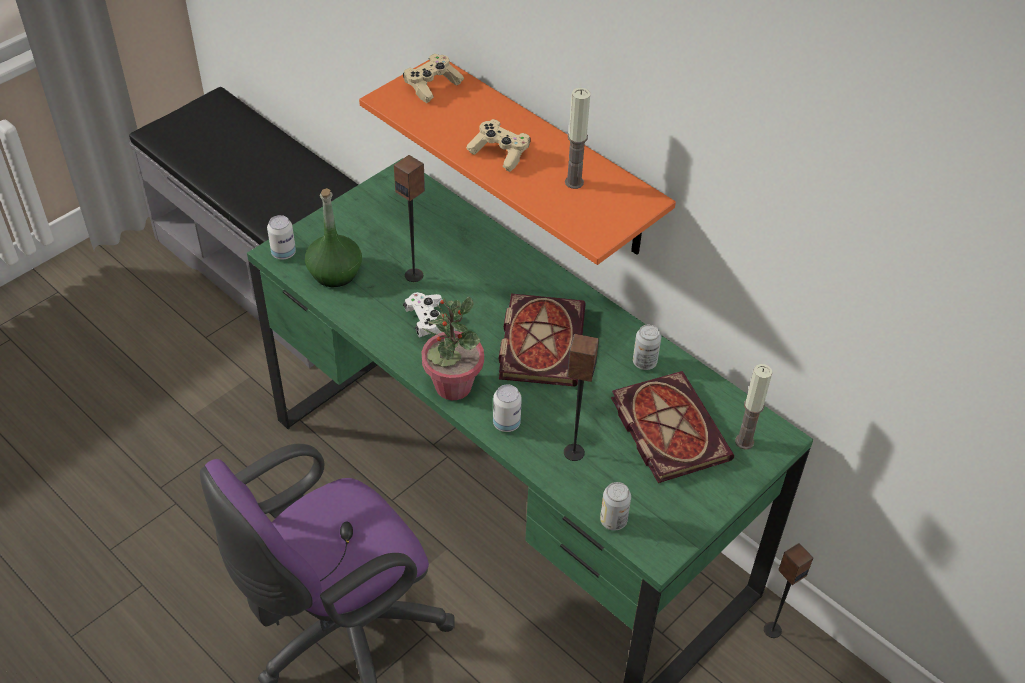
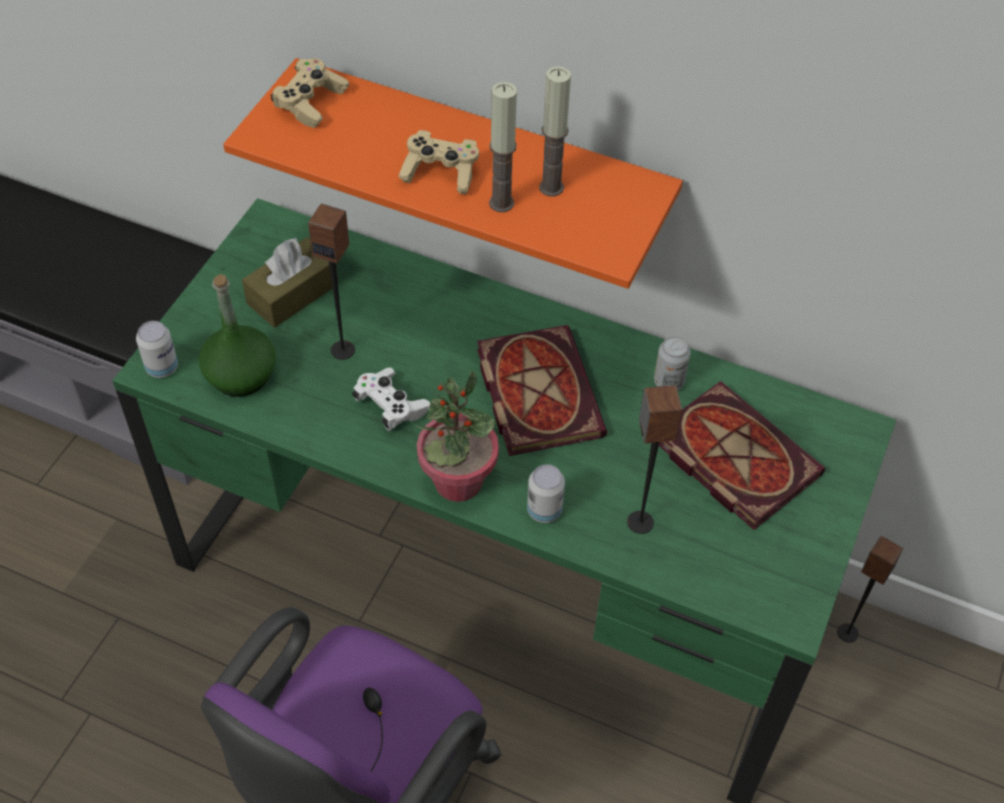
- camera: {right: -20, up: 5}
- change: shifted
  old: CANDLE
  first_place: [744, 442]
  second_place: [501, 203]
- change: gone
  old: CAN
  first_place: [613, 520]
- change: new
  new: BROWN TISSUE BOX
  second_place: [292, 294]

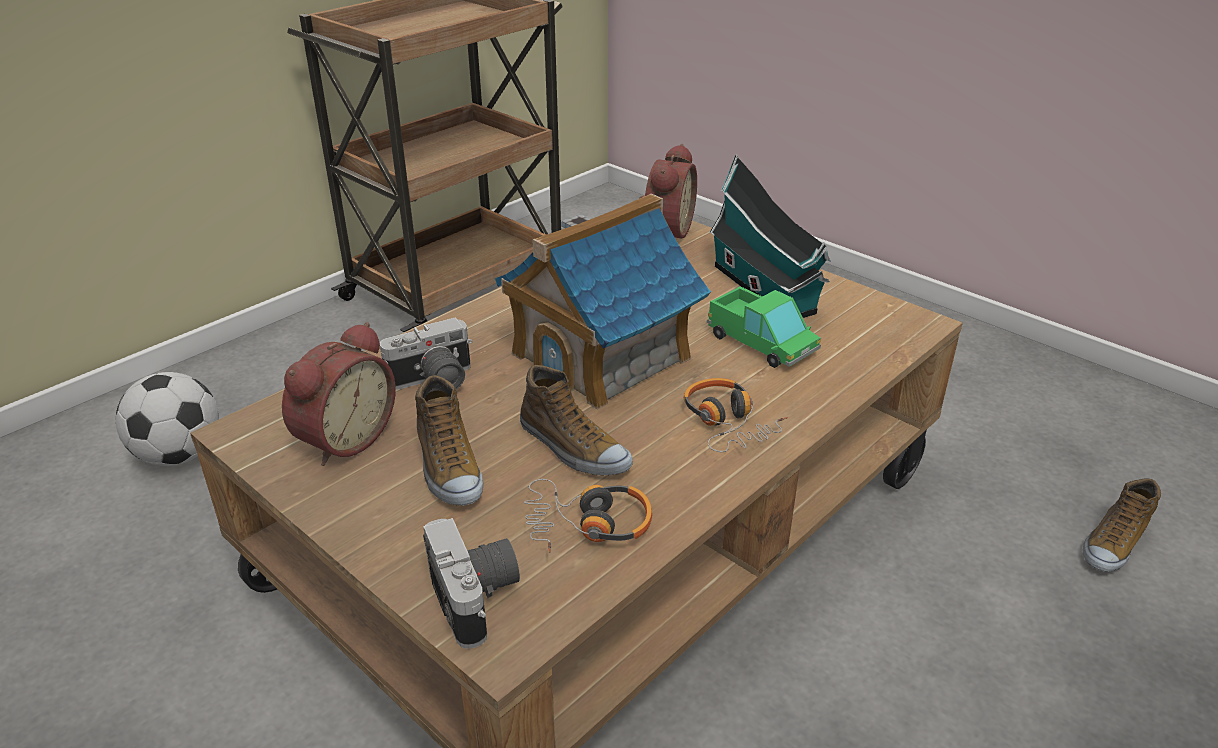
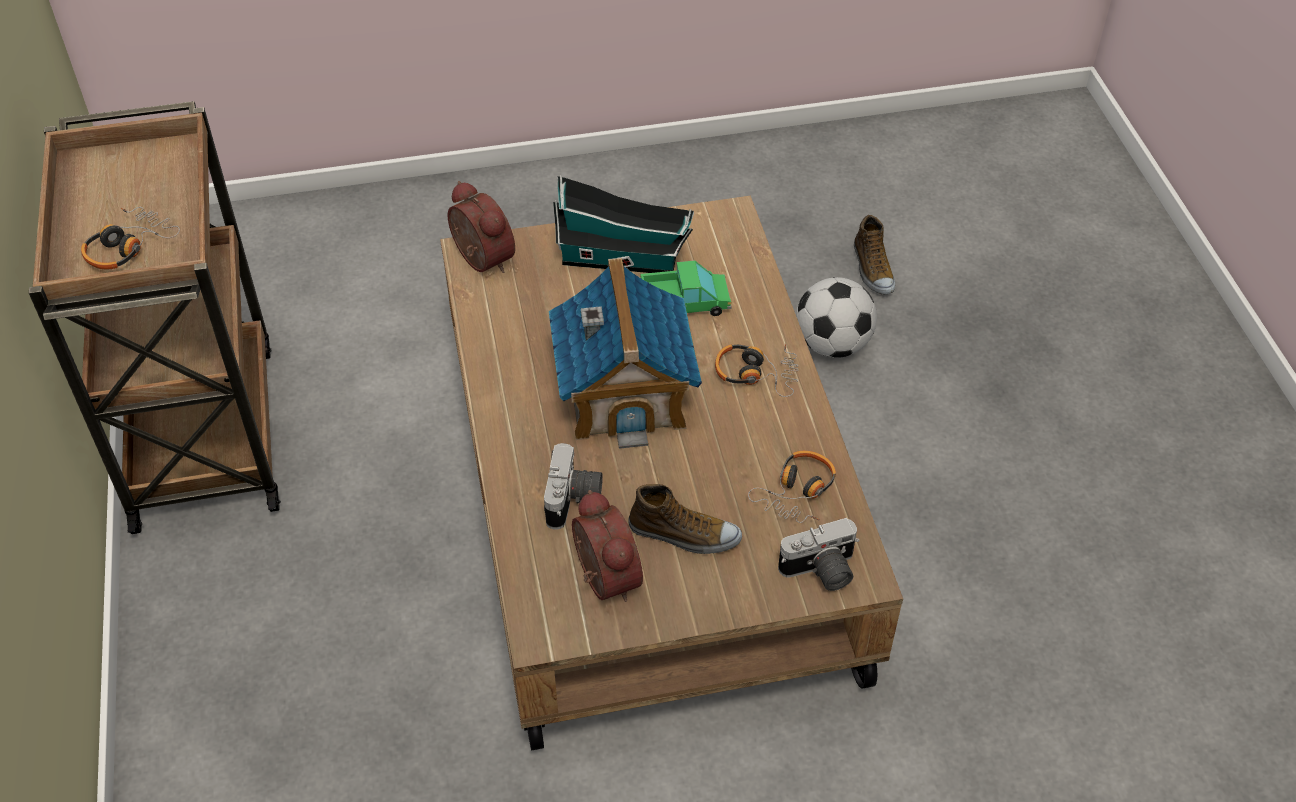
- camera: {right: -55, up: 15}
- change: gone
  old: SHOE
  first_place: [573, 448]
- change: shifted
  old: FOOTBALL
  first_place: [180, 455]
  second_place: [832, 344]
- change: rotated
  old: PHOTO CAMERA
  first_place: [479, 598]
  second_place: [820, 572]
  degrees: 150
- change: new
  new: HEADPHONES
  second_place: [128, 246]

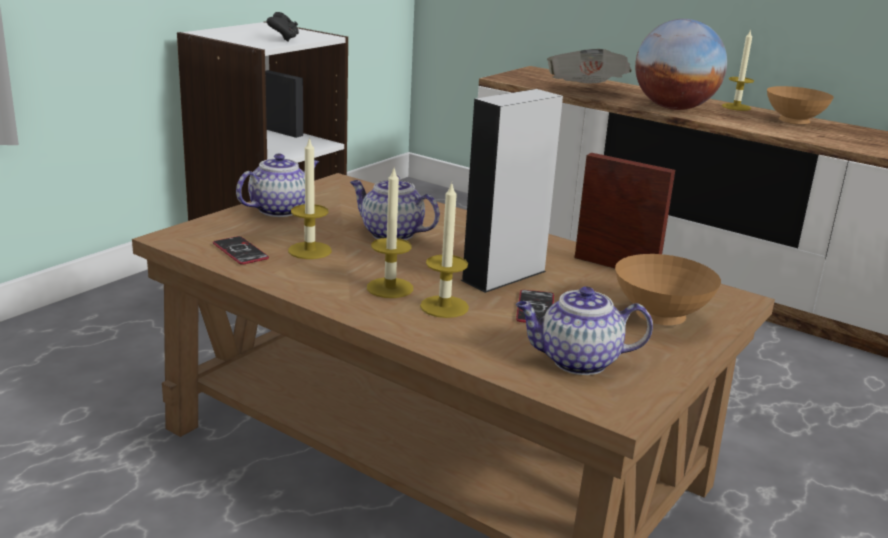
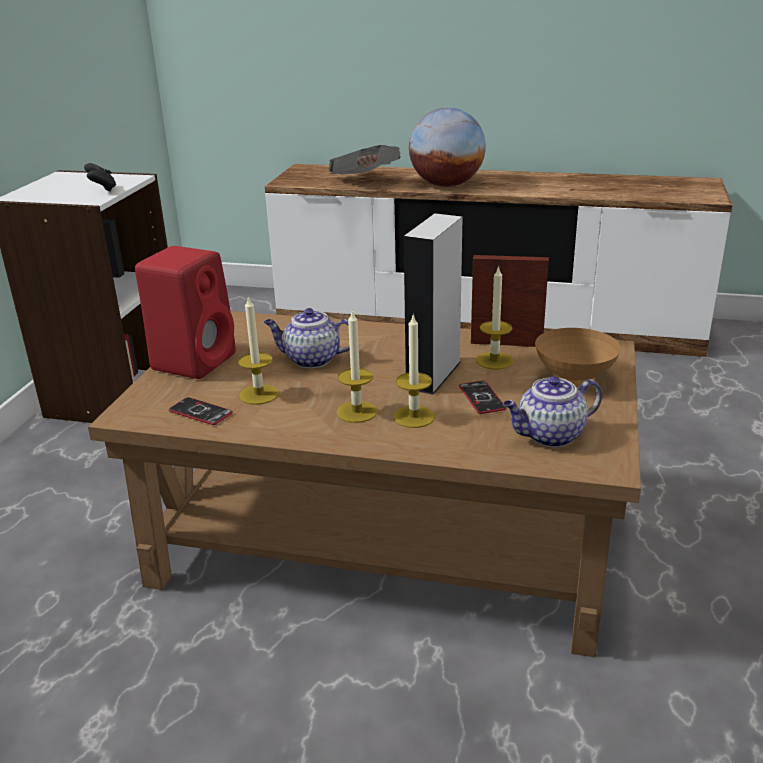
- camera: {right: -20, up: 5}
- change: shifted
  old: CANDLE
  first_place: [736, 107]
  second_place: [494, 360]
- change: gone
  old: BROWN BOWL
  first_place: [792, 123]
- change: swapped
  old: TEAPOT
  new: RED SPEAKER
  first_place: [280, 210]
  second_place: [195, 360]

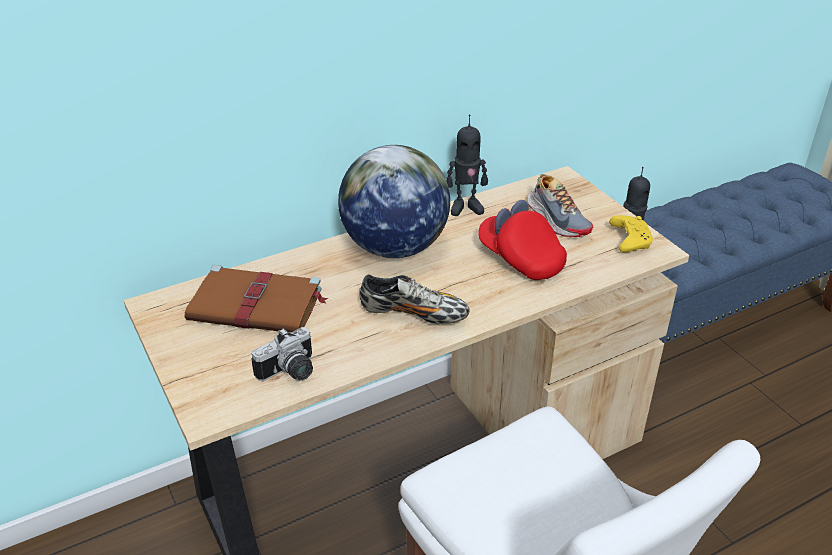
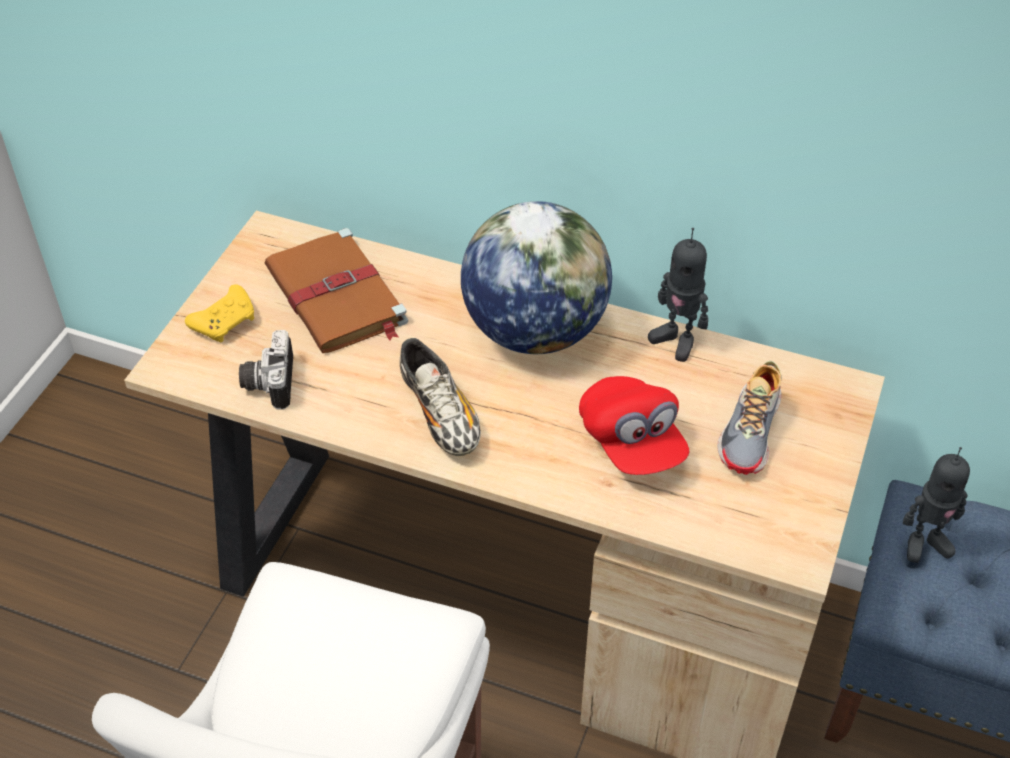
- camera: {right: 50, up: 10}
- change: rotated
  old: RED CAP
  first_place: [520, 259]
  second_place: [631, 443]
  degrees: 150
- change: shifted
  old: YELLOW GAME CONTROLLER
  first_place: [629, 240]
  second_place: [226, 322]
- change: rotated
  old: PHOTO CAMERA
  first_place: [290, 372]
  second_place: [268, 383]
  degrees: 75

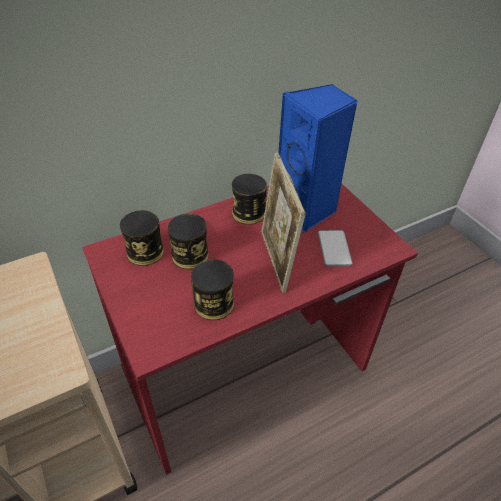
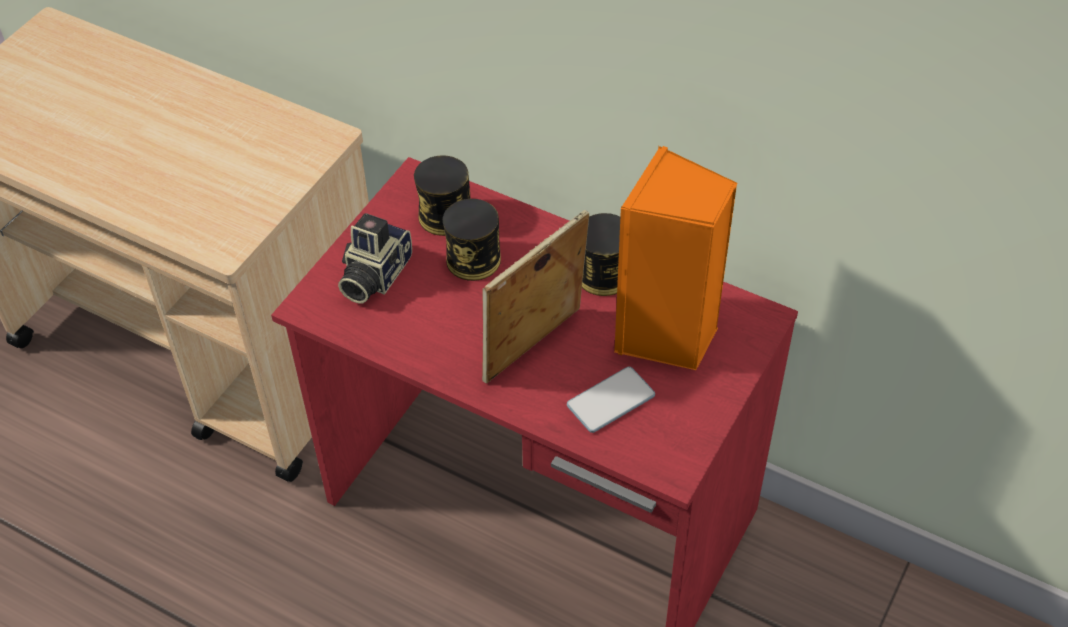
- camera: {right: 60, up: 5}
- change: repainted
  old: BLUE SPEAKER
  new: ORANGE SPEAKER
  first_place: [307, 211]
  second_place: [667, 336]
- change: gone
  old: CAN
  first_place: [214, 303]
- change: new
  new: PHOTO CAMERA
  second_place: [373, 275]

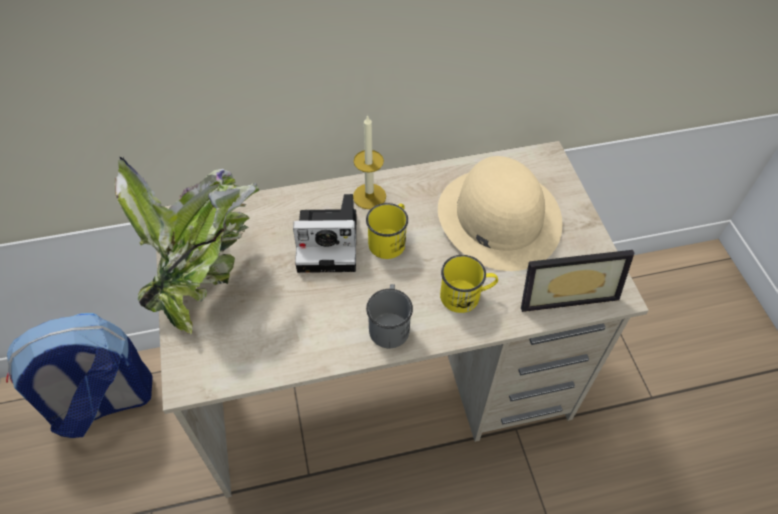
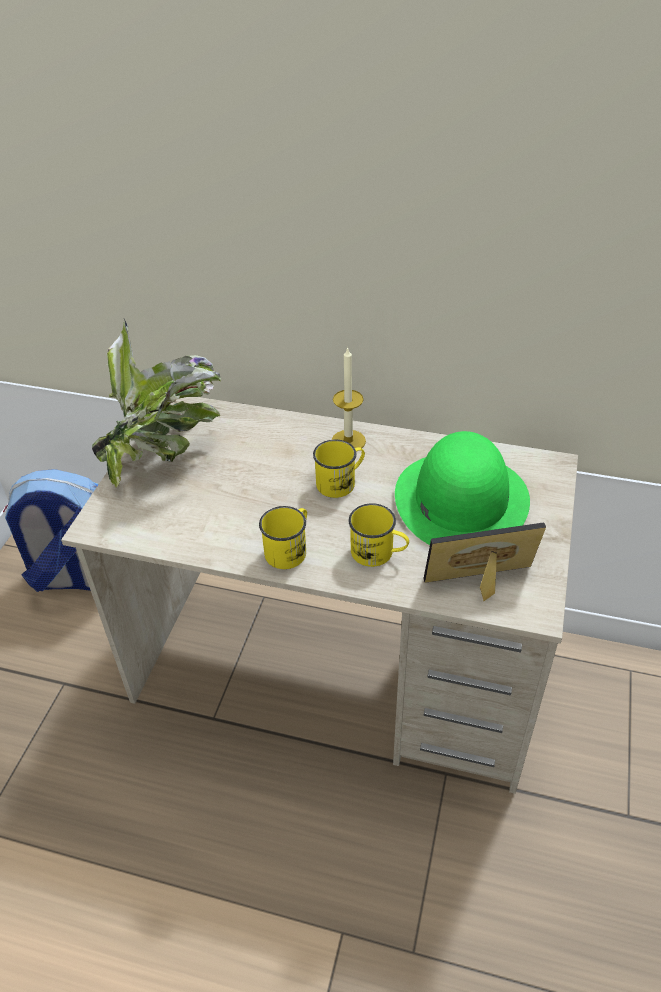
- camera: {right: 30, up: -10}
- change: repainted
  old: BEIGE HAT
  new: GREEN HAT
  first_place: [498, 217]
  second_place: [460, 499]
- change: gone
  old: PHOTO CAMERA
  first_place: [331, 242]
- change: rotated
  old: PICTURE FRAME
  first_place: [565, 290]
  second_place: [482, 586]
  degrees: 150
- change: repainted
  old: GREY MUG
  new: YELLOW MUG
  first_place: [389, 324]
  second_place: [289, 549]

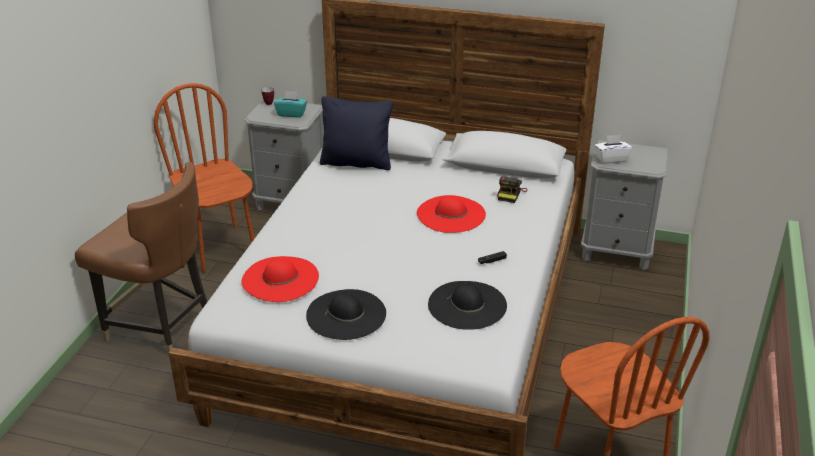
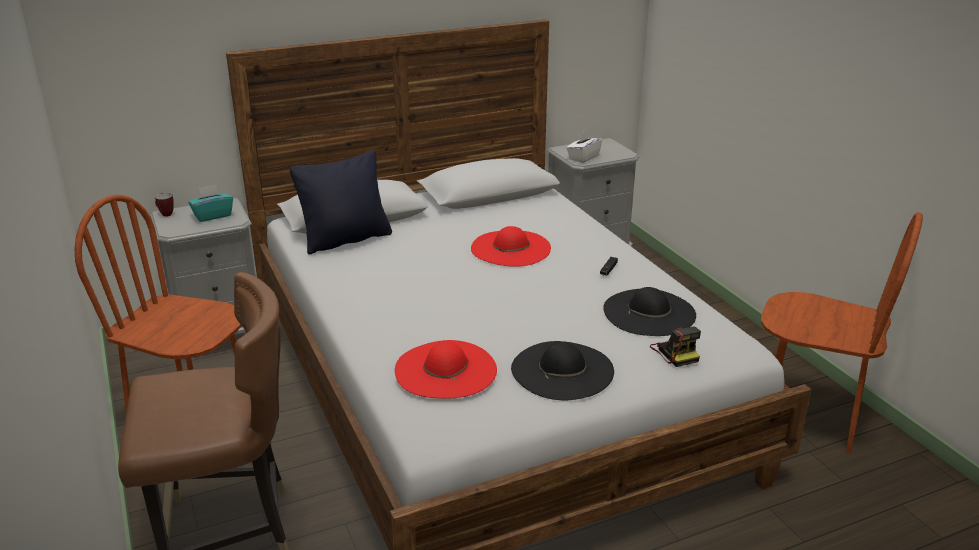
- camera: {right: -40, up: -5}
- change: shifted
  old: PHOTO CAMERA
  first_place: [510, 194]
  second_place: [675, 352]

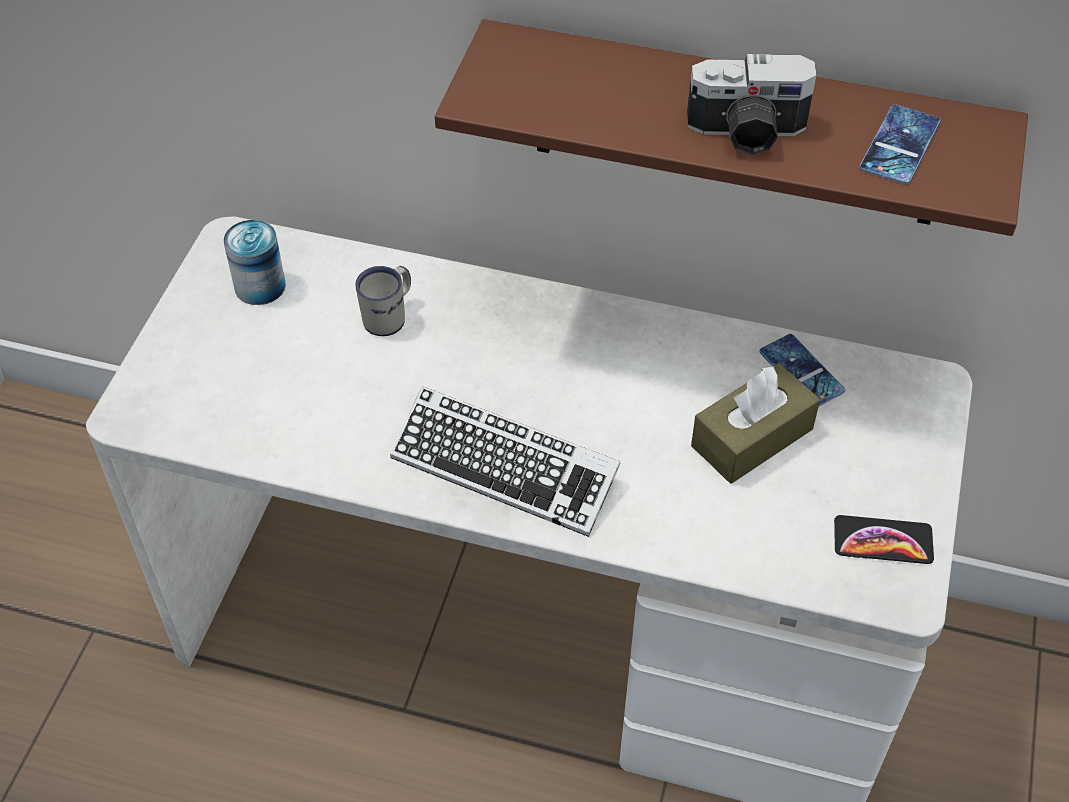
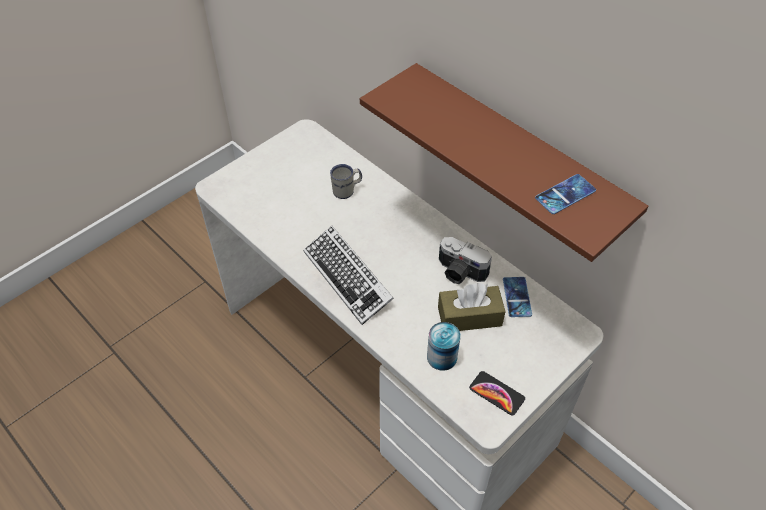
- camera: {right: 30, up: 0}
- change: shifted
  old: PHOTO CAMERA
  first_place: [747, 133]
  second_place: [459, 272]
- change: shifted
  old: CAN
  first_place: [260, 286]
  second_place: [442, 357]

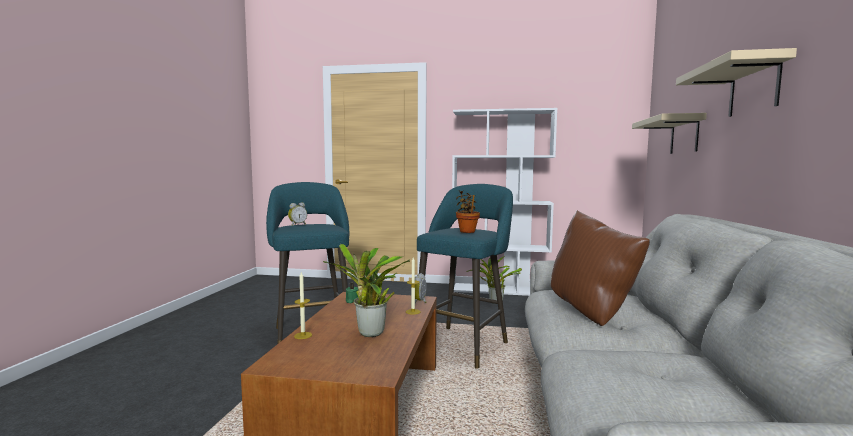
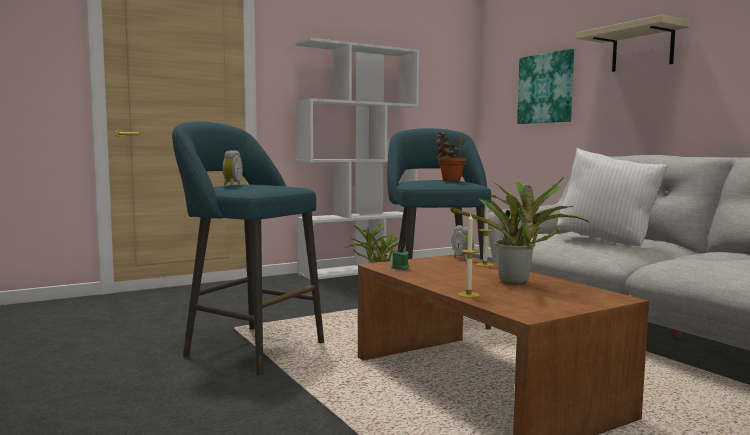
- camera: {right: -40, up: 0}
- change: swapped
  old: BEIGE SHELF
  new: PICTURE
  first_place: [684, 135]
  second_place: [546, 88]
- change: repainted
  old: BROWN PILLOW
  new: WHITE PILLOW
  first_place: [592, 313]
  second_place: [607, 241]

